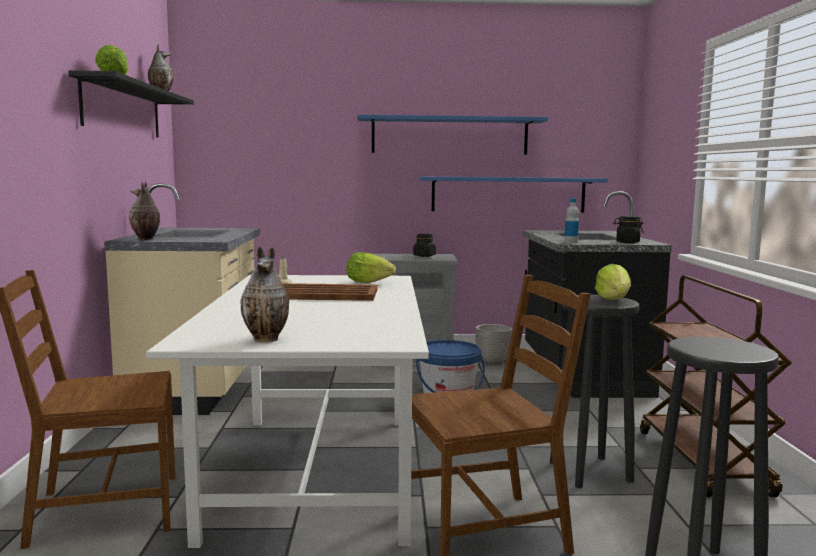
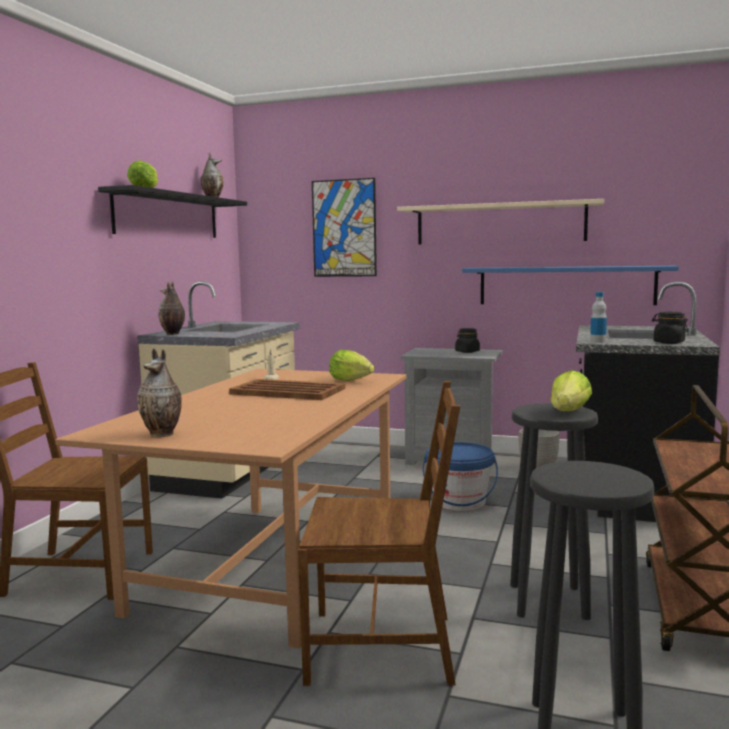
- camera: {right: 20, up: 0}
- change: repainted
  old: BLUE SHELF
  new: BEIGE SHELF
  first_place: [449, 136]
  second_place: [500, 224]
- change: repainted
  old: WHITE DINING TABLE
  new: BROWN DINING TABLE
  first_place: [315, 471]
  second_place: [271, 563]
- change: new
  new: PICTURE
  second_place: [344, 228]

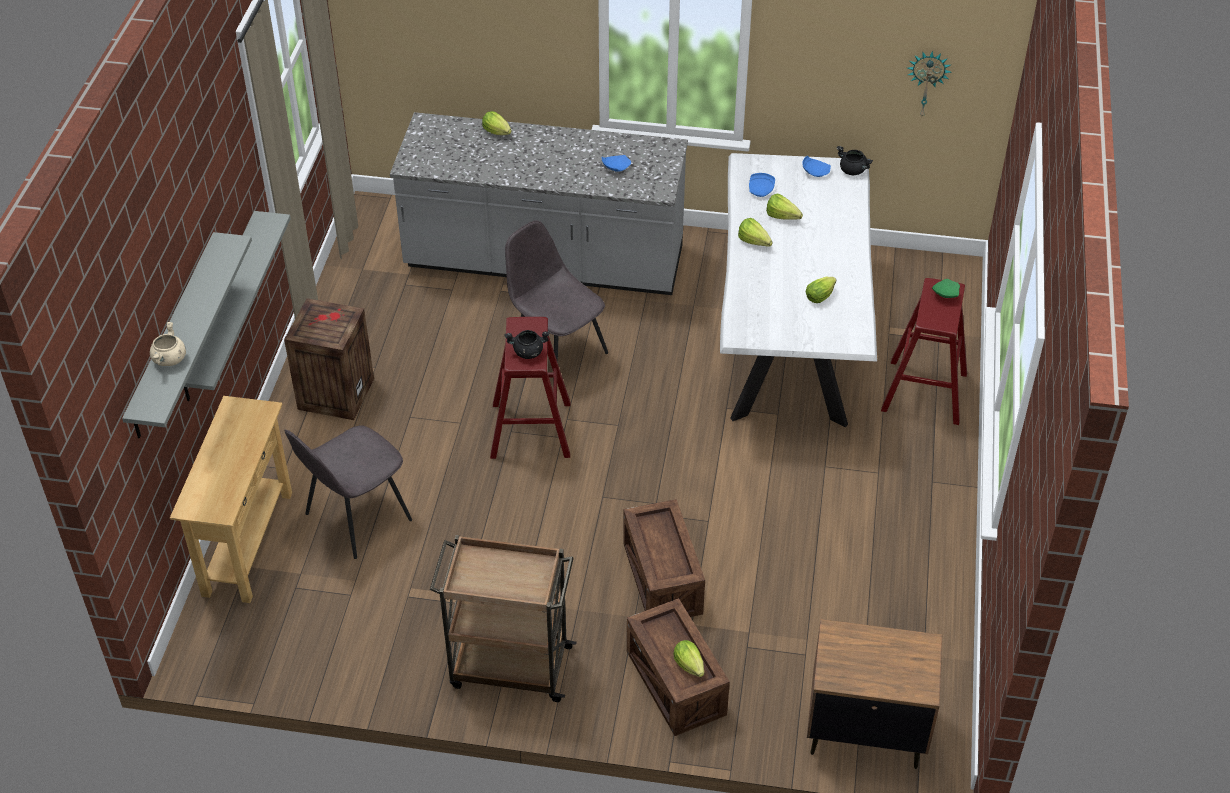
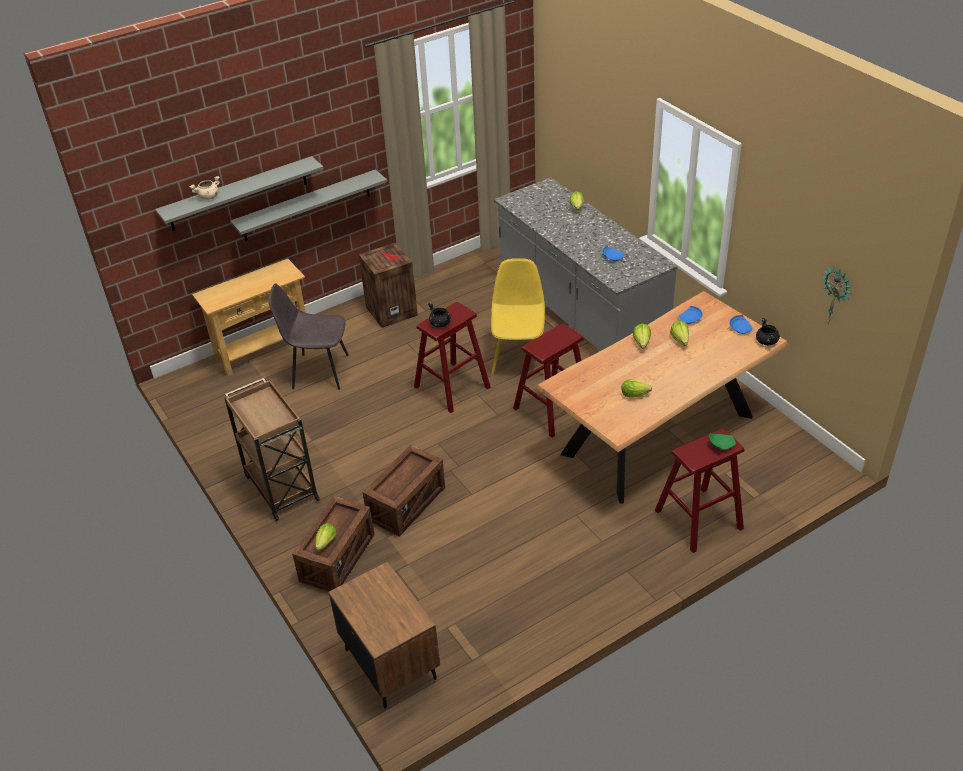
- camera: {right: 50, up: -5}
- change: repainted
  old: WHITE DINING TABLE
  new: BROWN DINING TABLE
  first_place: [789, 339]
  second_place: [658, 435]
- change: repainted
  old: GREY CHAIR
  new: YELLOW CHAIR
  first_place: [556, 353]
  second_place: [519, 359]
- change: new
  new: RED STOOL
  second_place: [552, 410]

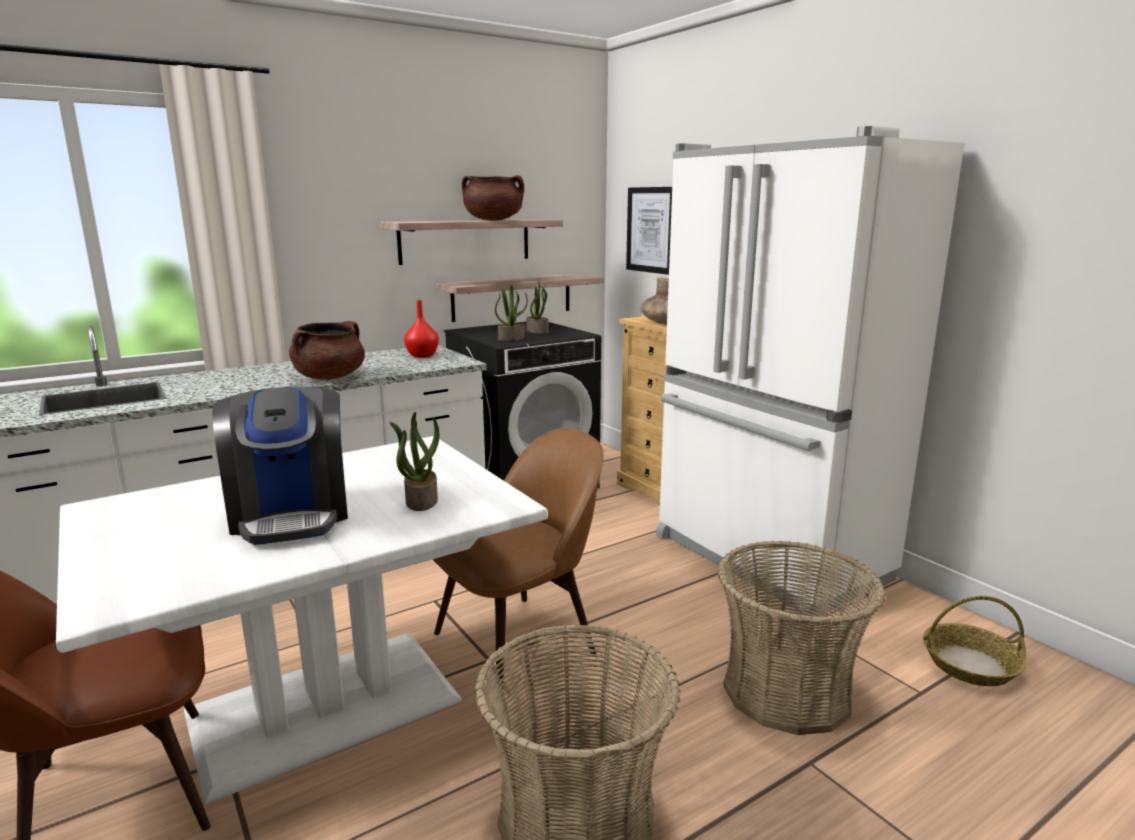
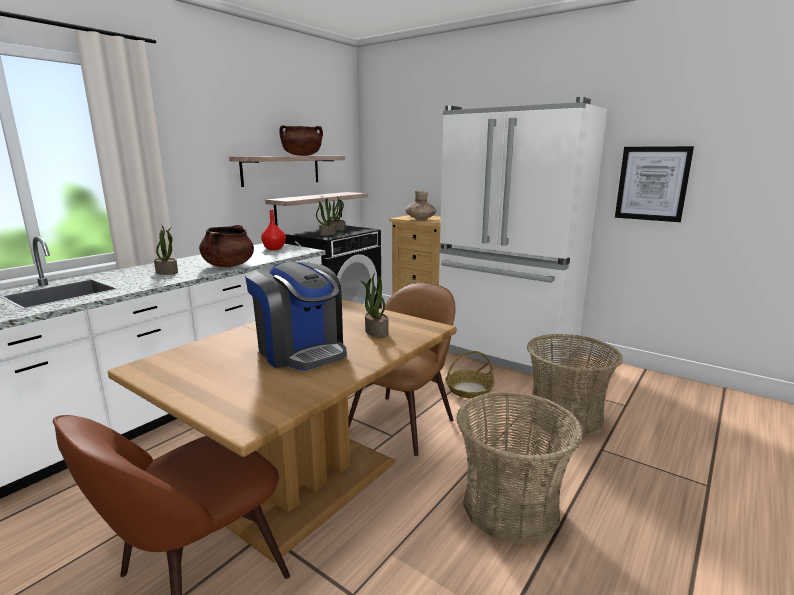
- camera: {right: -20, up: 0}
- change: shifted
  old: PICTURE
  first_place: [651, 230]
  second_place: [652, 183]
- change: repainted
  old: WHITE DINING TABLE
  new: BROWN DINING TABLE
  first_place: [326, 708]
  second_place: [310, 486]
- change: shifted
  old: BASKET
  first_place: [970, 664]
  second_place: [469, 389]
- change: new
  new: POTTED PLANT
  second_place: [167, 272]

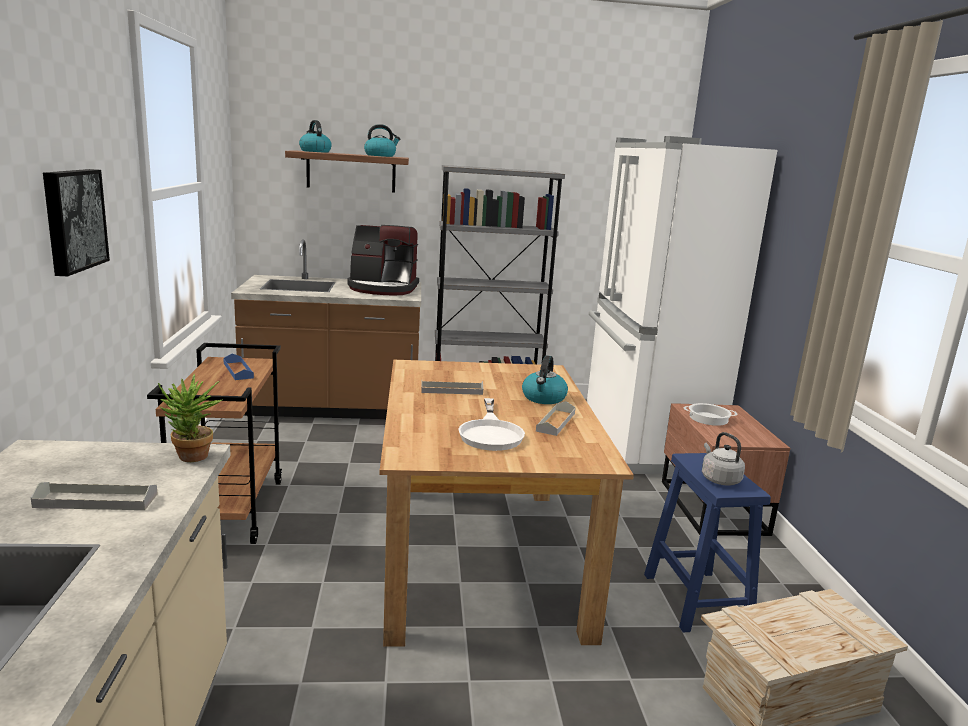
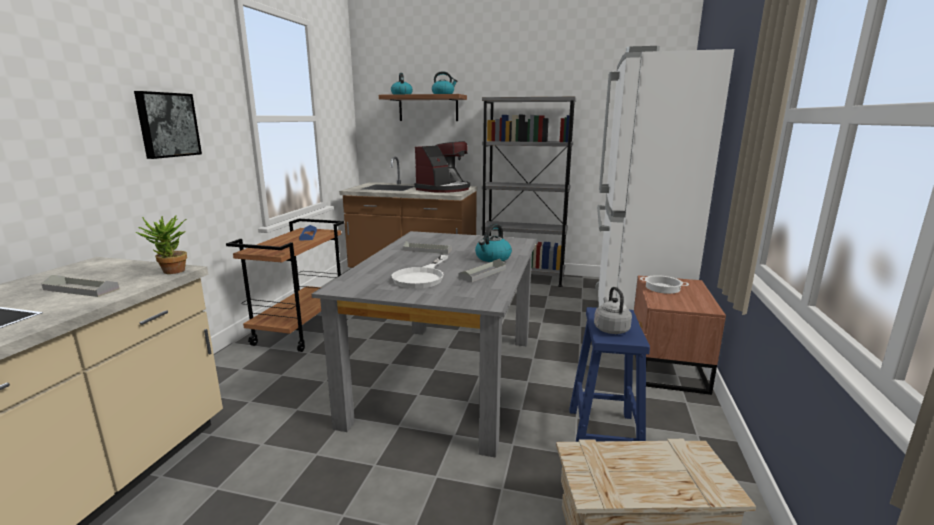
- camera: {right: 20, up: 0}
- change: rotated
  old: COFFEE MACHINE
  first_place: [383, 288]
  second_place: [444, 189]
  degrees: -75
- change: repainted
  old: BROWN DINING TABLE
  new: GREY DINING TABLE
  first_place: [482, 556]
  second_place: [447, 379]

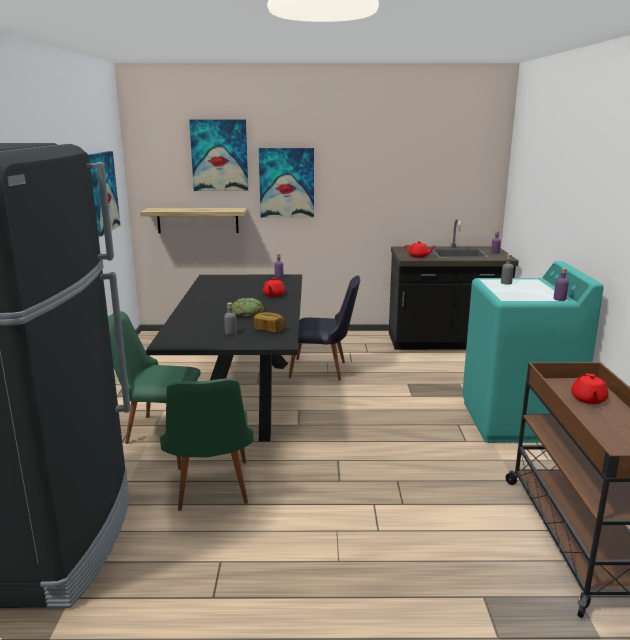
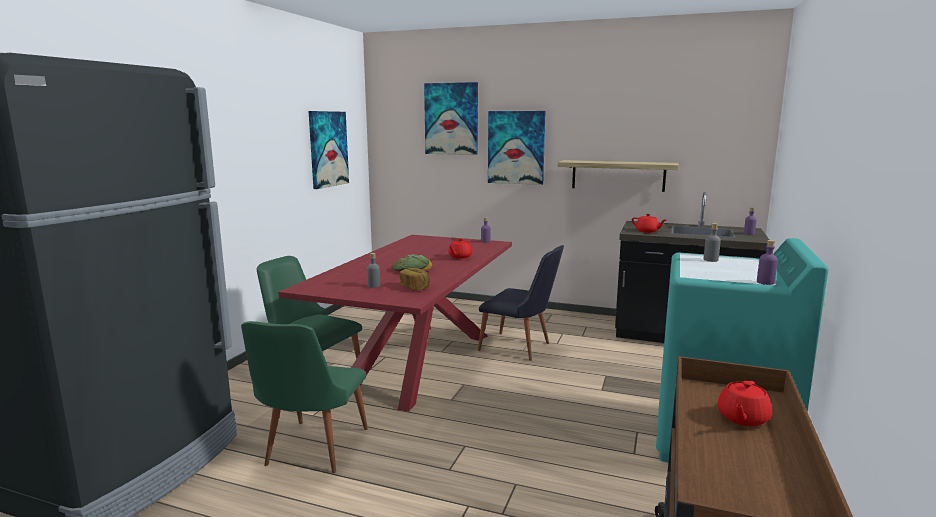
- camera: {right: 20, up: -5}
- change: shifted
  old: SHELF
  first_place: [197, 220]
  second_place: [618, 175]
- change: repainted
  old: BLACK DINING TABLE
  new: RED DINING TABLE
  first_place: [244, 397]
  second_place: [418, 362]

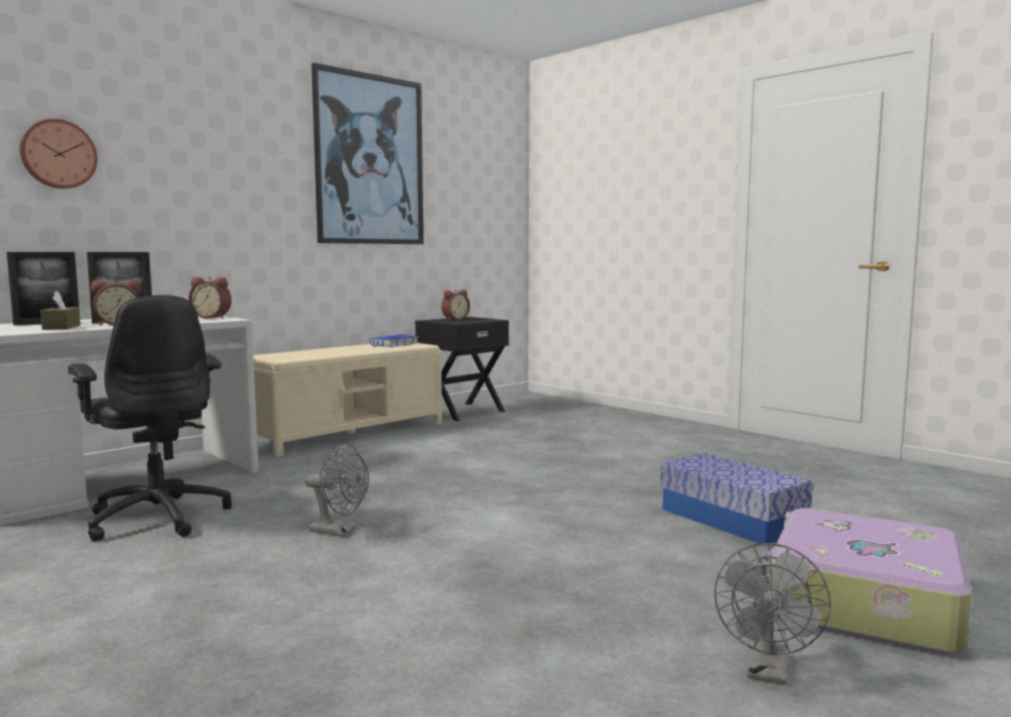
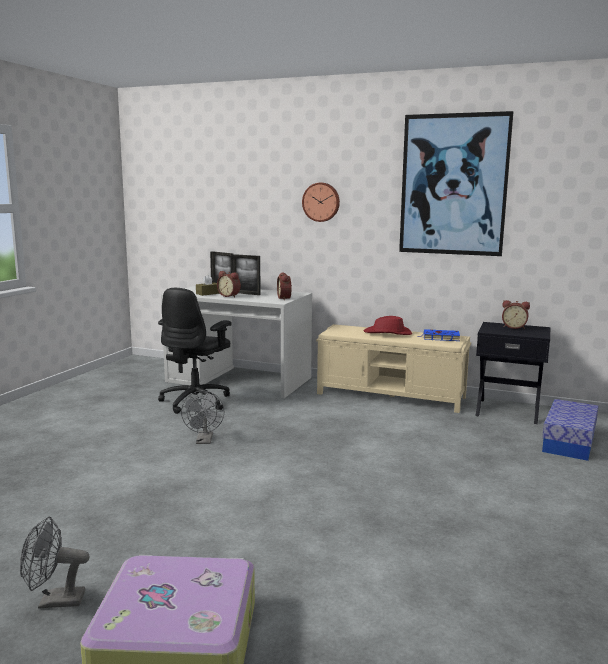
- camera: {right: 65, up: 5}
- change: shifted
  old: WALL CLOCK
  first_place: [58, 154]
  second_place: [321, 202]
- change: shifted
  old: STORAGE BOX
  first_place: [731, 519]
  second_place: [569, 442]
- change: new
  new: RED HAT
  second_place: [388, 333]

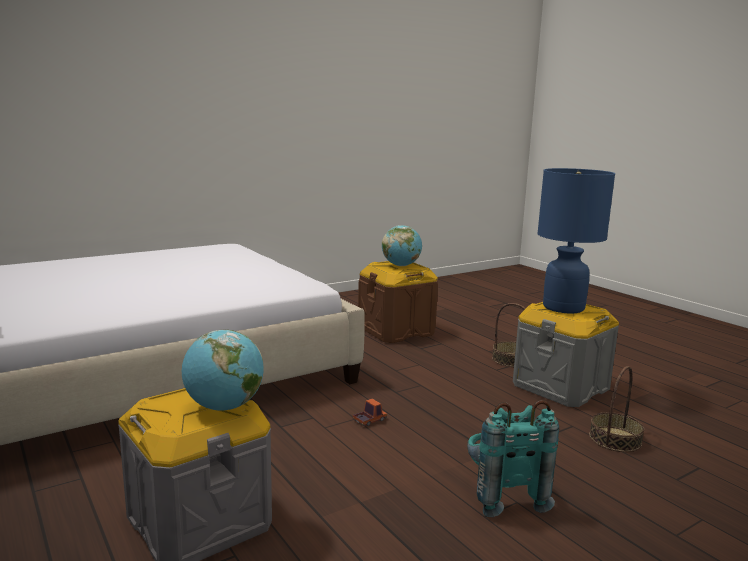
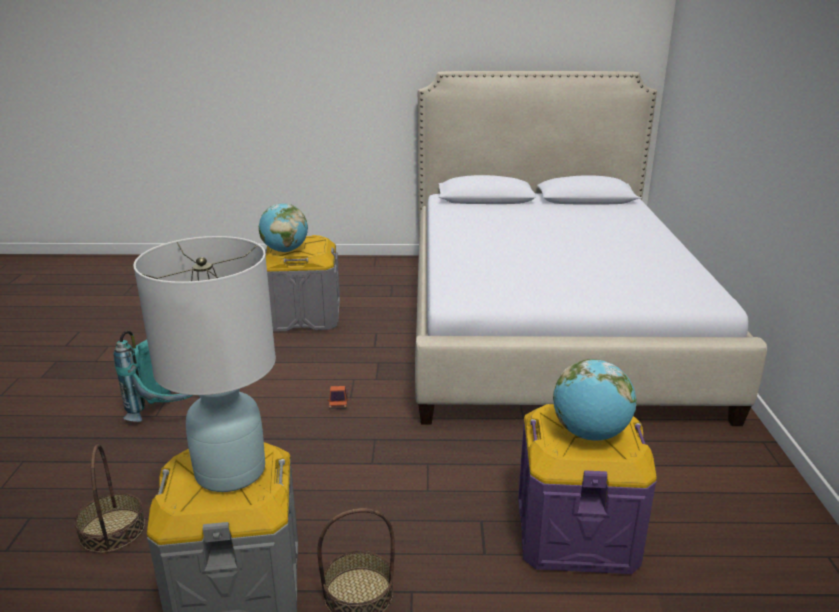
- camera: {right: 125, up: 10}
- change: repainted
  old: BLUE TABLE LAMP
  new: WHITE TABLE LAMP
  first_place: [564, 307]
  second_place: [229, 471]
- change: repainted
  old: BROWN STORAGE BOX
  new: PURPLE STORAGE BOX
  first_place: [396, 330]
  second_place: [576, 532]

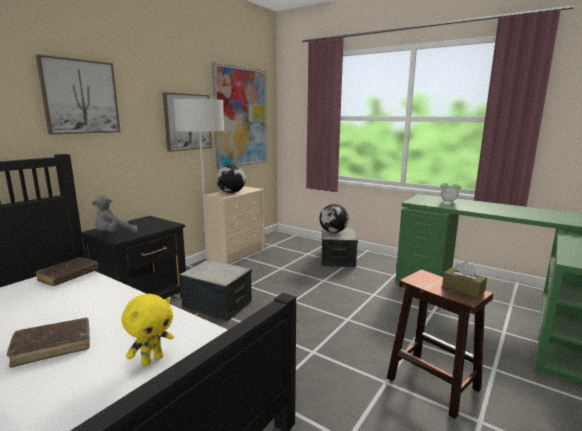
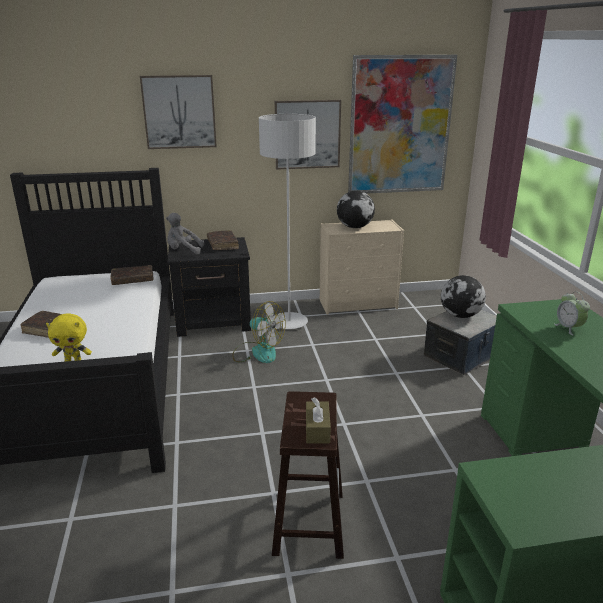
- camera: {right: 45, up: 10}
- change: swapped
  old: STORAGE BOX
  new: FAN
  first_place: [218, 305]
  second_place: [258, 352]
- change: new
  new: BROWN BOOK
  second_place: [222, 245]

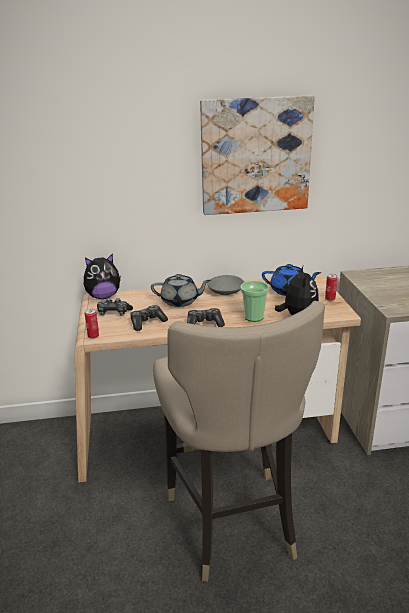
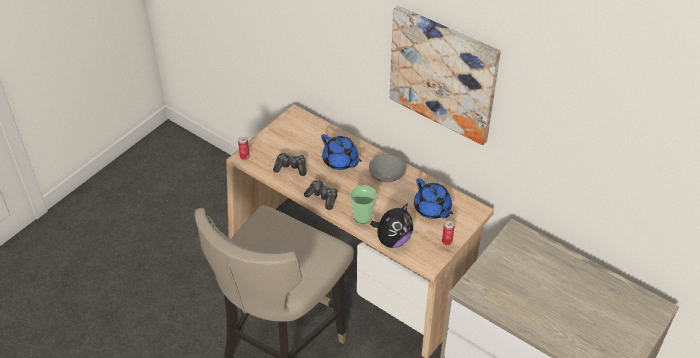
- camera: {right: 45, up: 20}
- change: gone
  old: PLUSH TOY
  first_place: [103, 296]
- change: repainted
  old: GREY TEAPOT
  new: BLUE TEAPOT
  first_place: [180, 301]
  second_place: [340, 161]
- change: gone
  old: GAME CONTROLLER
  first_place: [114, 313]

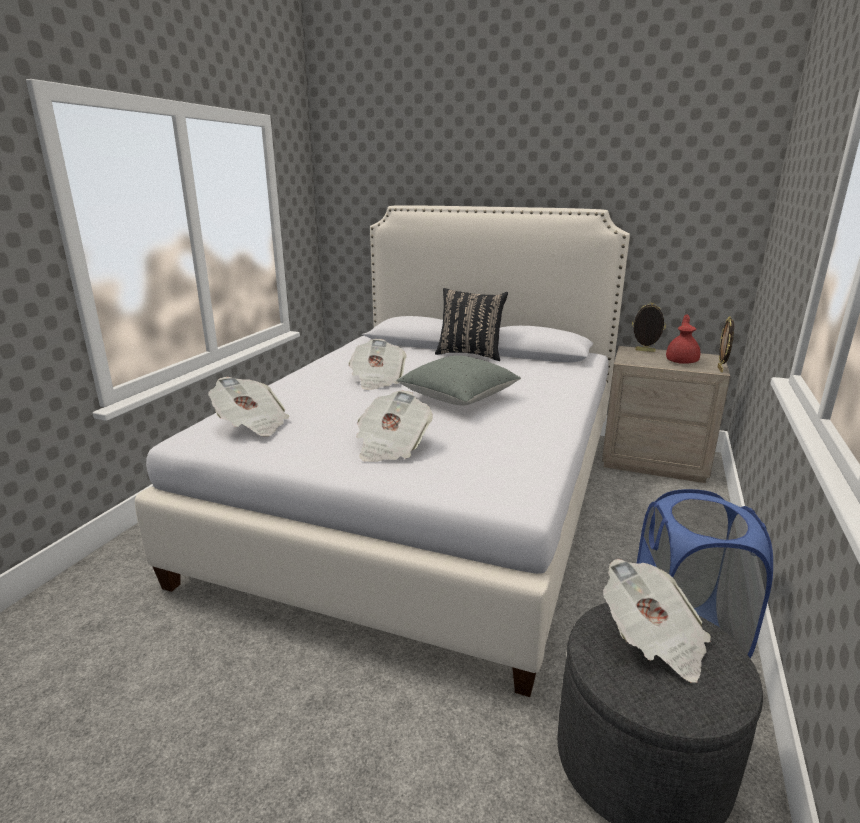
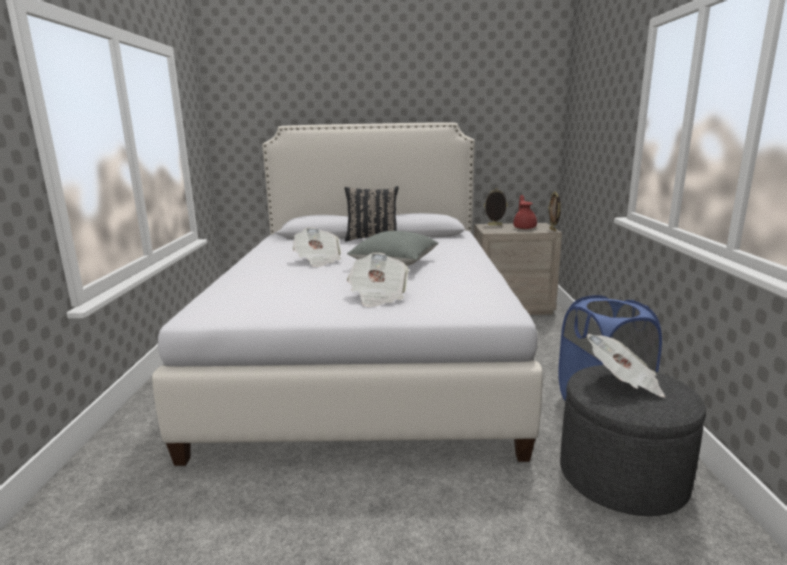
- camera: {right: -20, up: -5}
- change: gone
  old: NEWSPAPER
  first_place: [252, 424]

